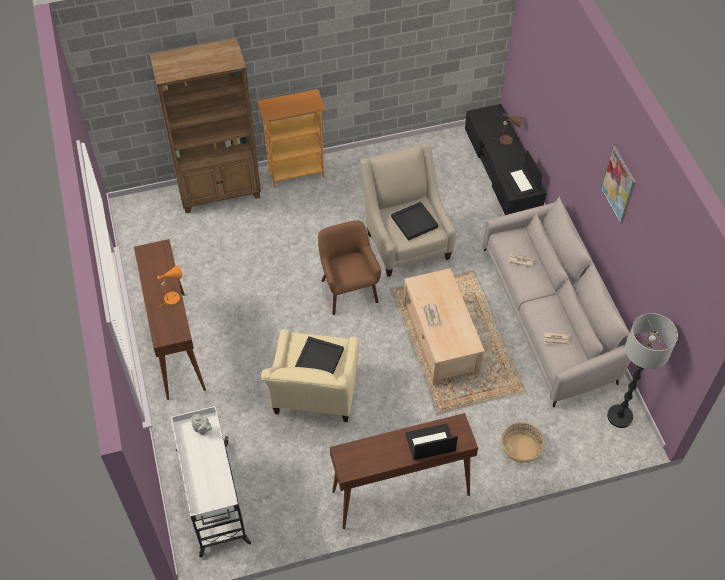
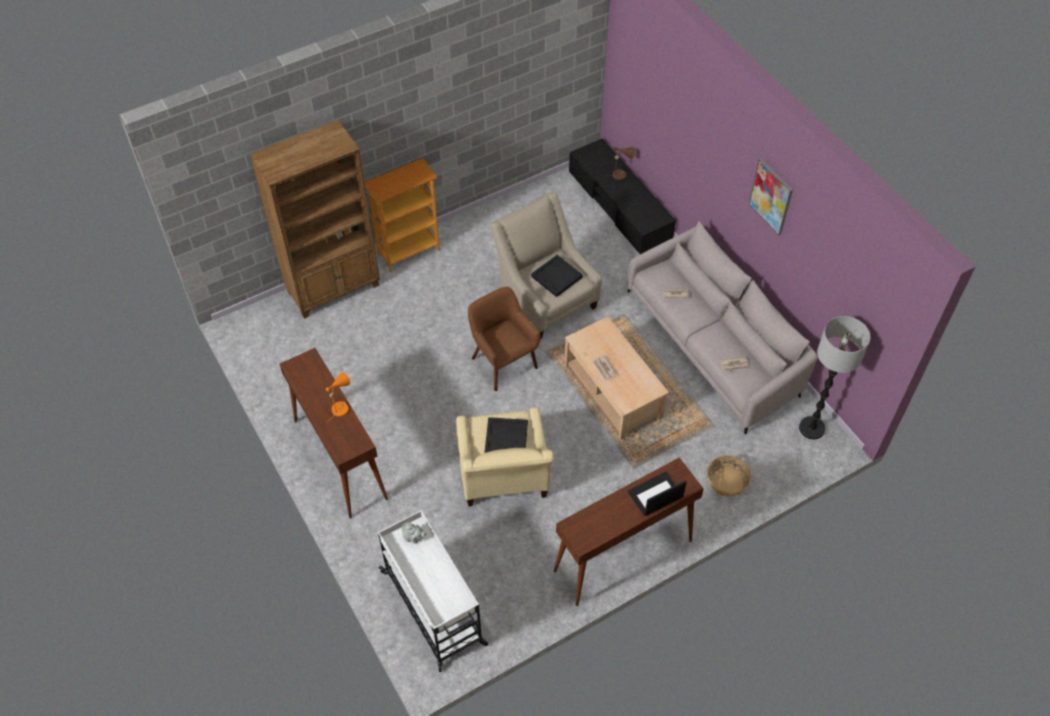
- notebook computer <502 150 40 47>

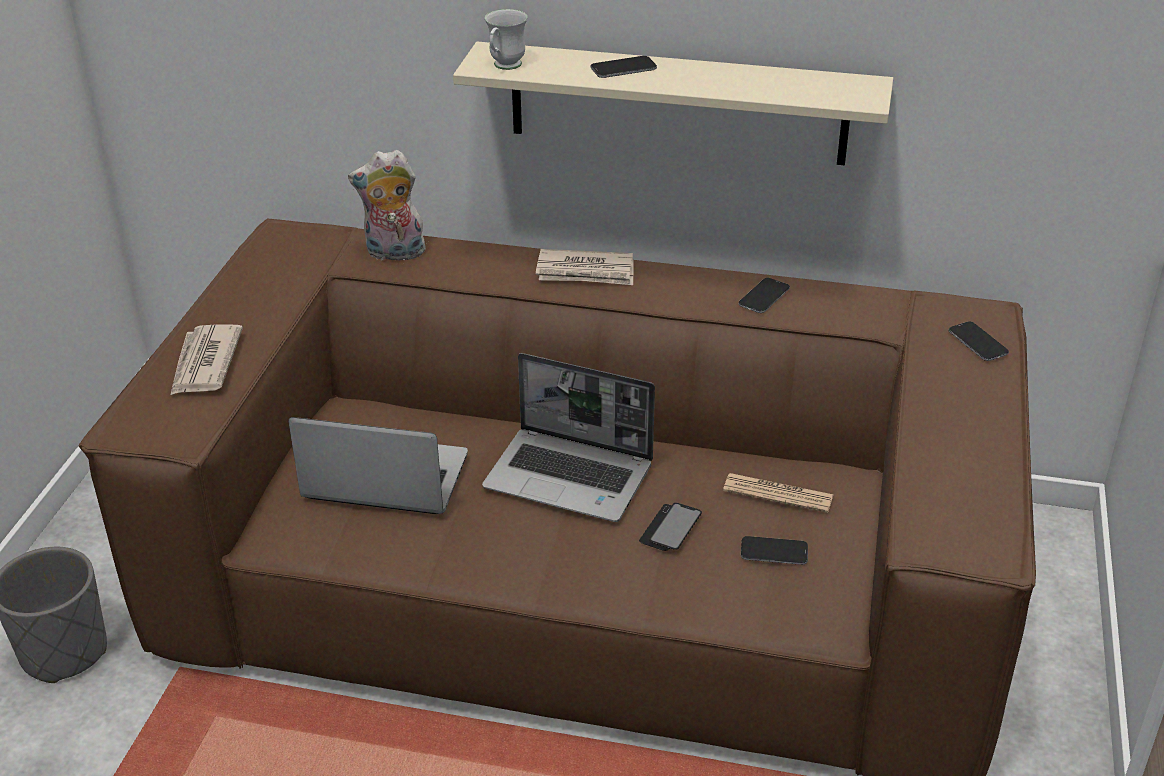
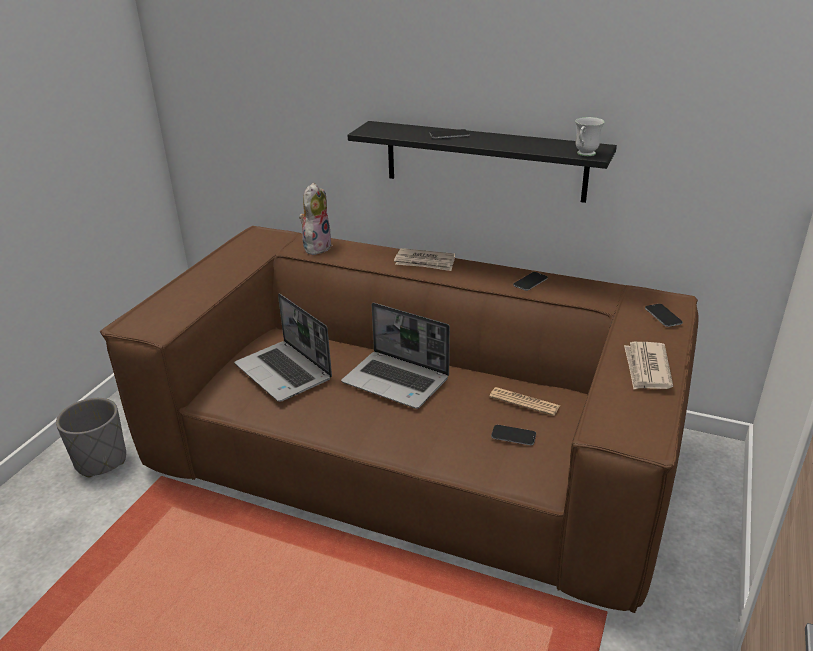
- phone <639 503 63 48>
~ daily paper <170 324 73 72> to <624 342 49 47>
~ tea mug/white-coloured <485 9 43 61> to <575 117 29 39>
~ bracket shelf/sand-coloured <453 42 440 124> to bracket shelf/black <348 121 269 82>
~ notebook computer <288 417 180 97> = <234 293 98 109> 150 degrees counterclockwise
~ plush toy <348 150 79 111> = <299 182 33 73> 105 degrees clockwise

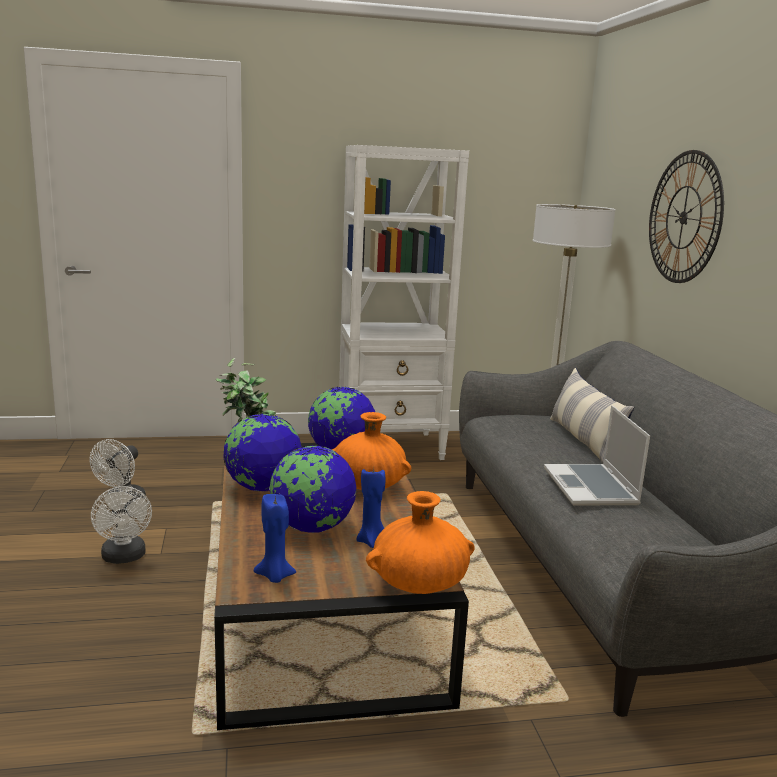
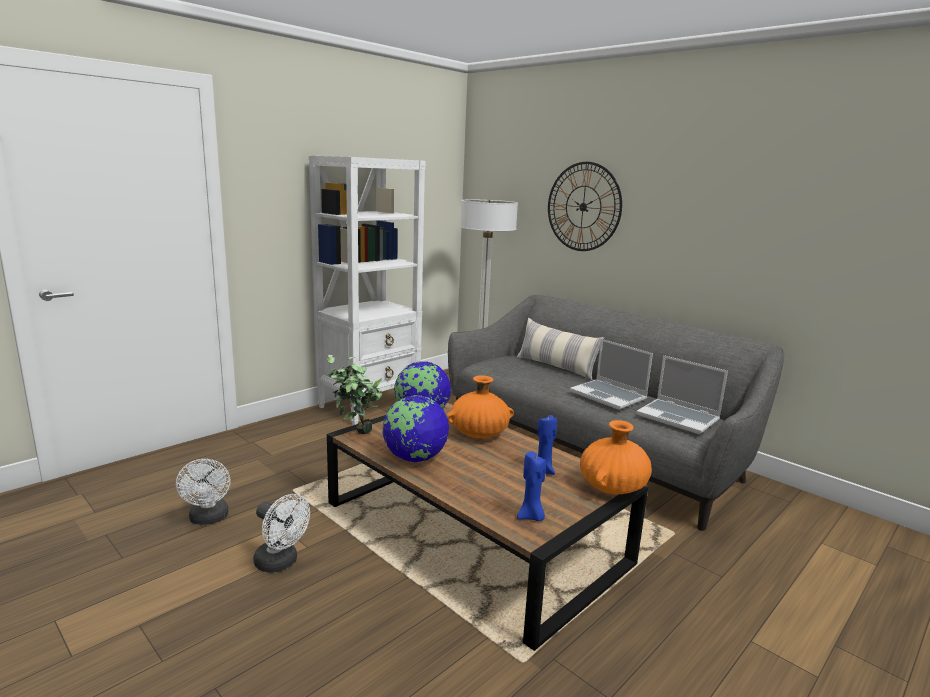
- world globe <269 446 88 87>
+ notebook computer <636 355 92 79>

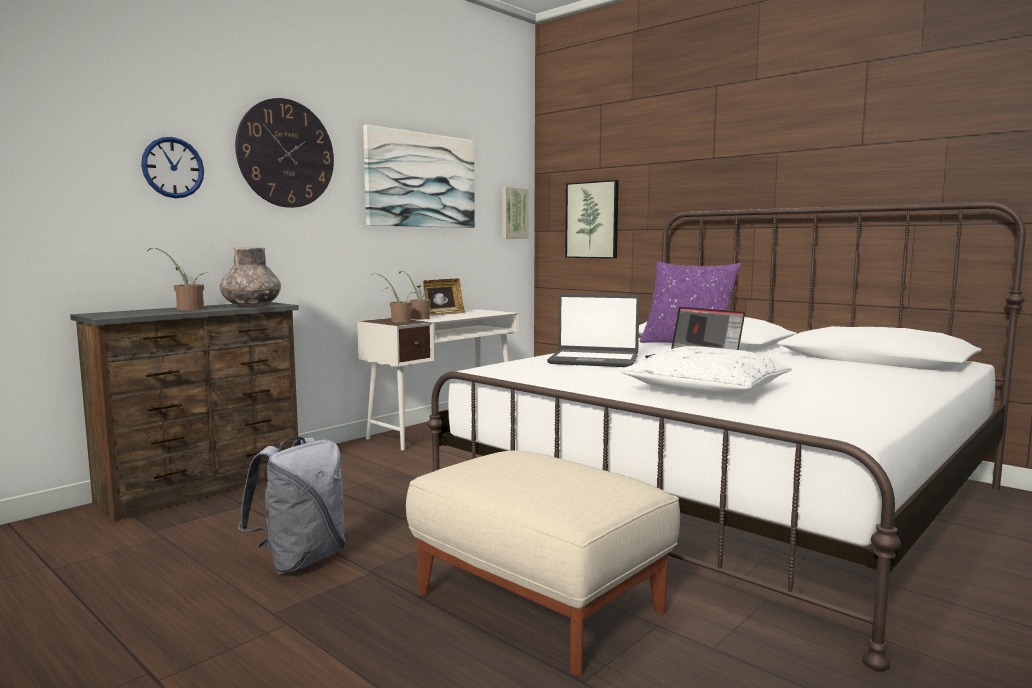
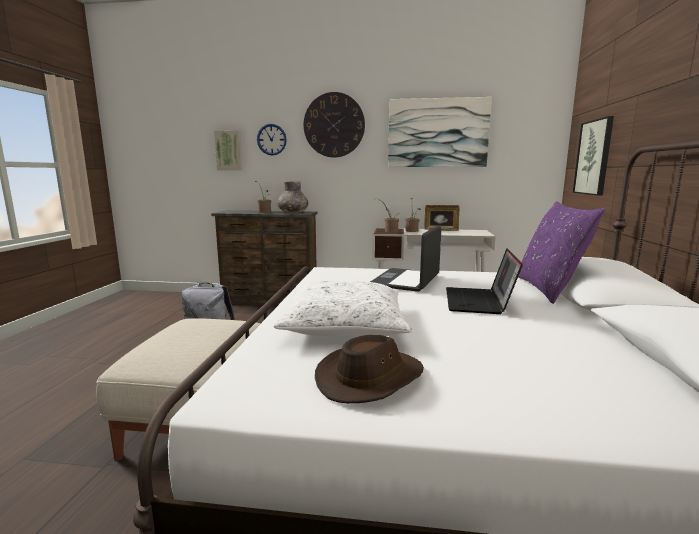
+ hat/brown <315 335 109 69>
~ picture <502 187 27 52> to <214 130 29 41>
~ notebook computer <547 294 93 73> = <370 225 71 67> 45 degrees clockwise

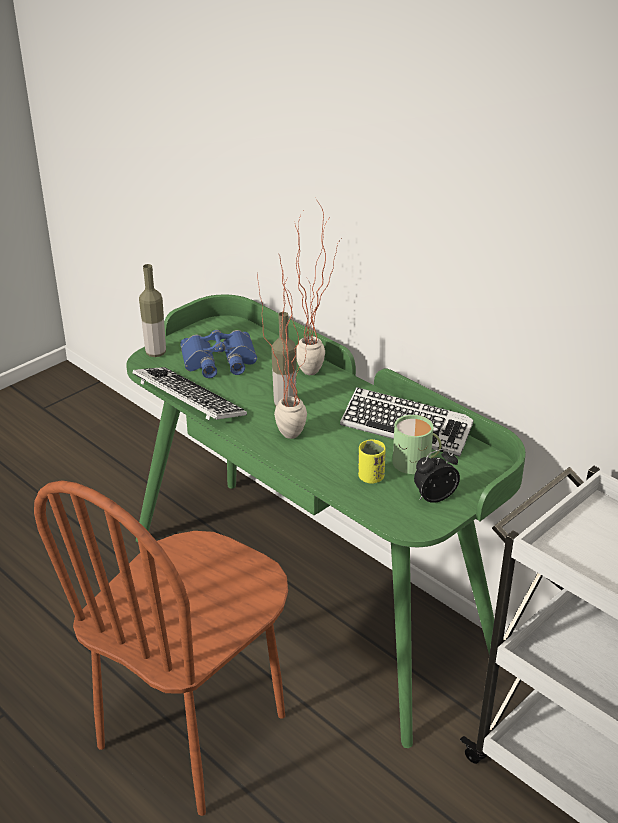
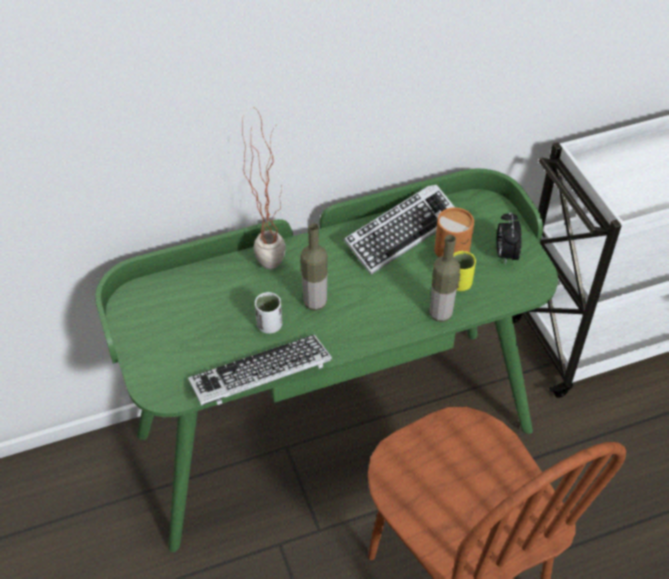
- binoculars/blue-coloured <180 330 77 48>
- plant in a pot <257 253 53 186>
+ small cup/white-coloured <255 292 27 42>
~ beverage bottle <139 264 27 93> to <429 235 31 87>
~ tea mug/greenish <392 415 50 59> to tea mug/orange-coloured <434 207 40 50>

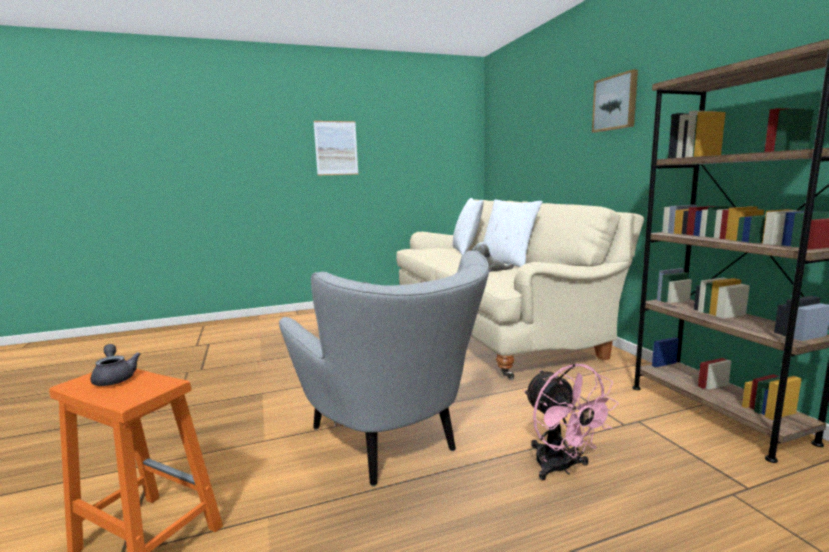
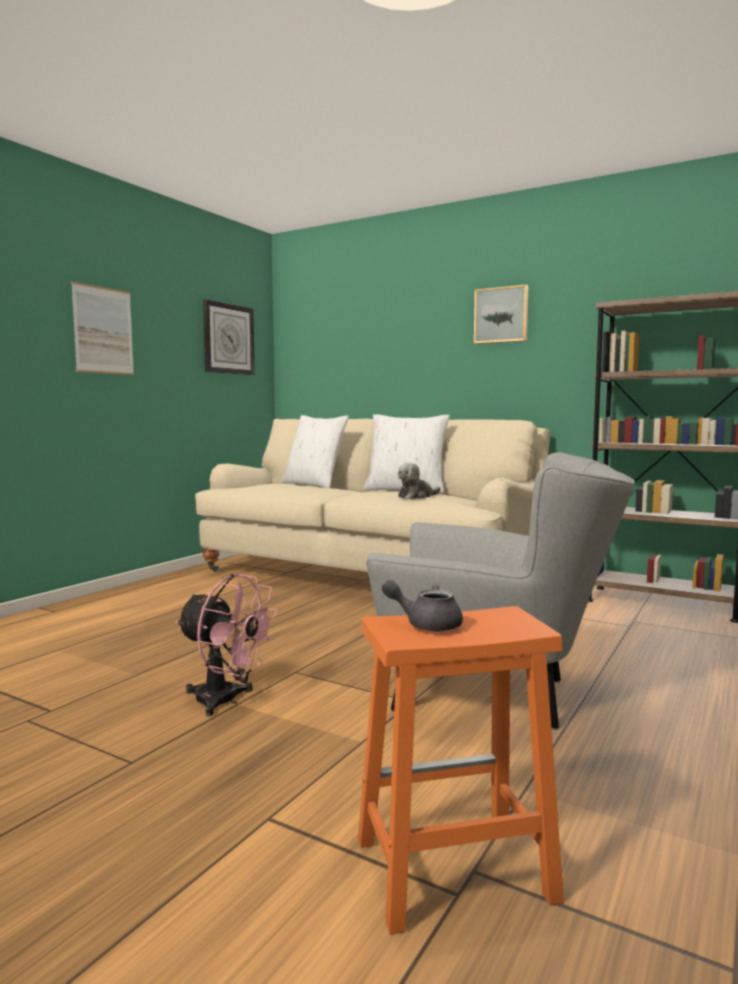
+ hanging clock <203 299 52 76>
~ fan/pink <524 363 95 117> to <176 574 102 142>

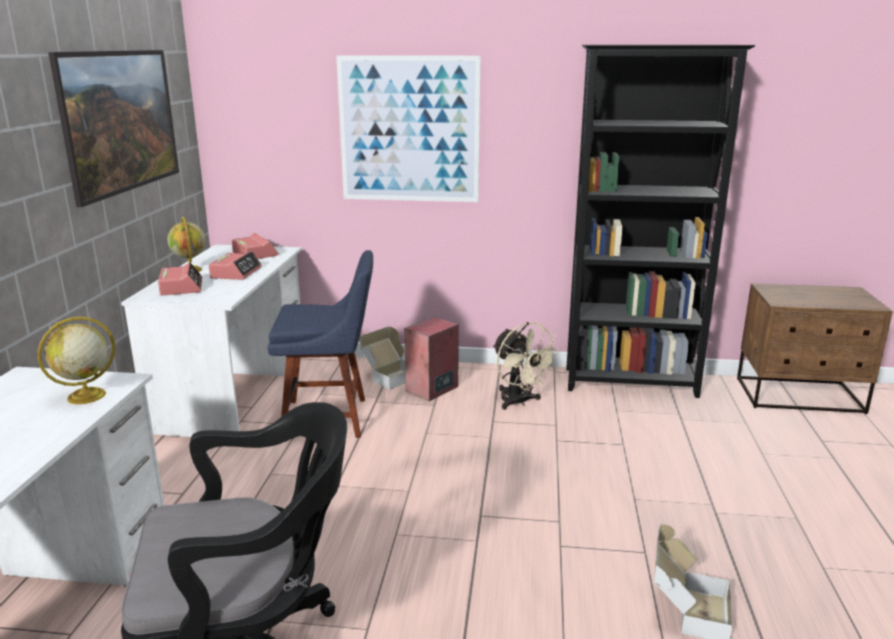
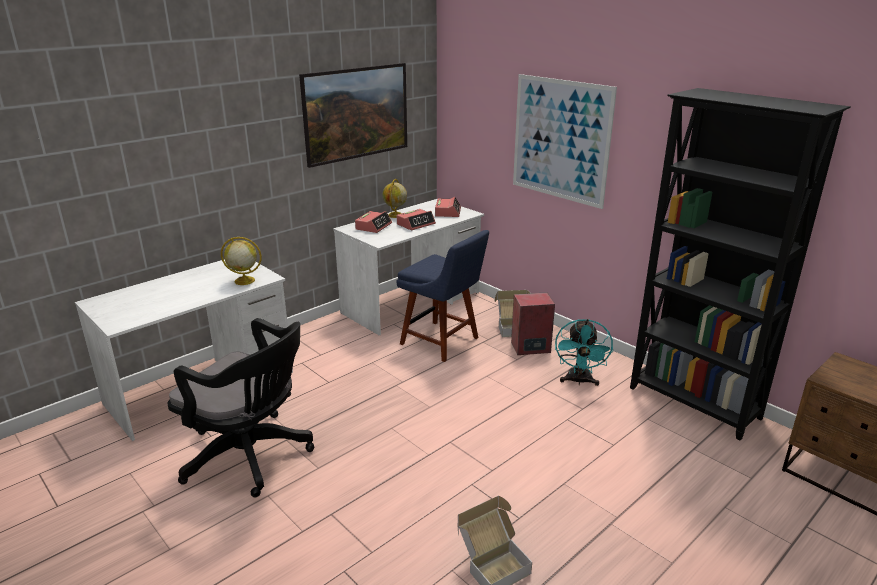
~ fan/sand-coloured <493 322 68 88> to fan/turquoise-coloured <555 319 58 67>

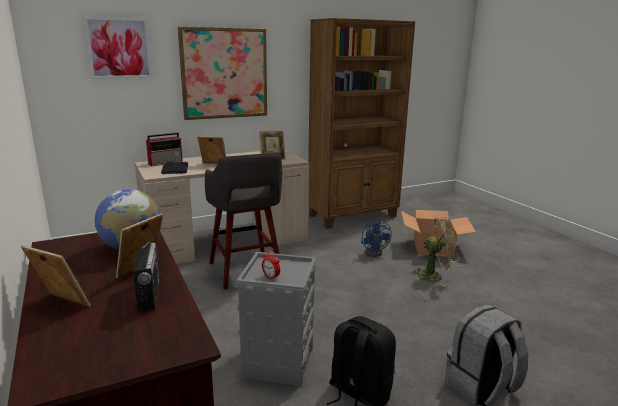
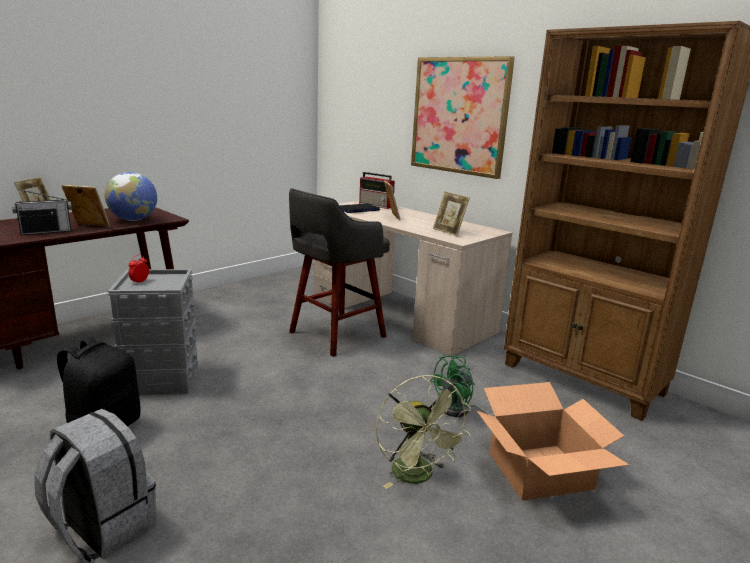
- picture <84 17 68 62>
~ fan/blue-coloured <361 218 31 39> to fan/greenish <429 355 65 62>

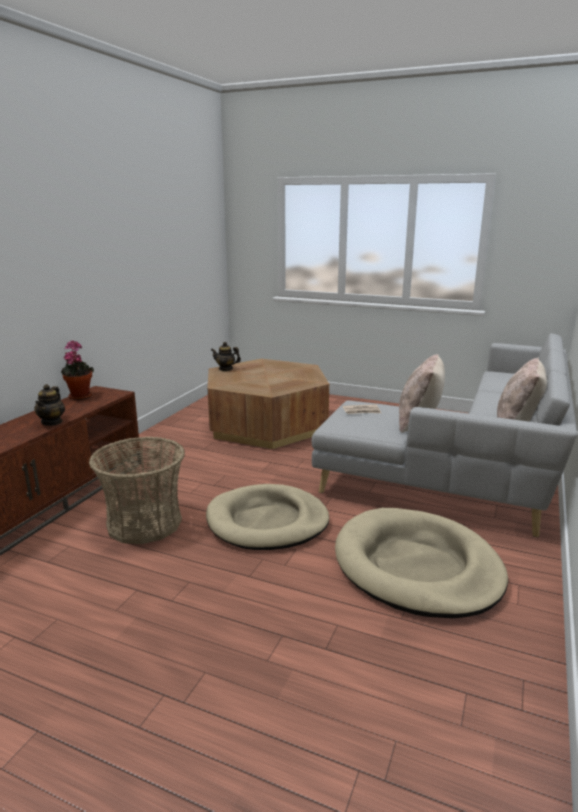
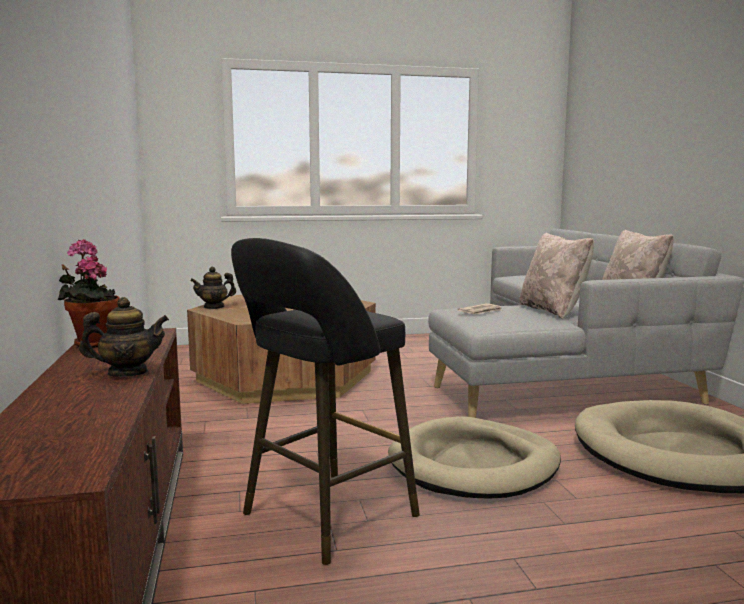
~ storage basket <89 437 96 107> to sitting stool/black <231 238 189 327>
~ teapot <34 384 31 42> = <79 297 90 80> 75 degrees counterclockwise

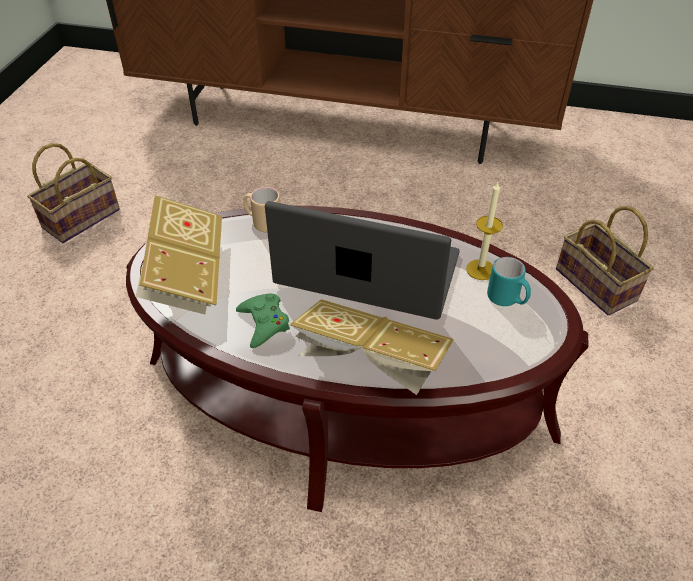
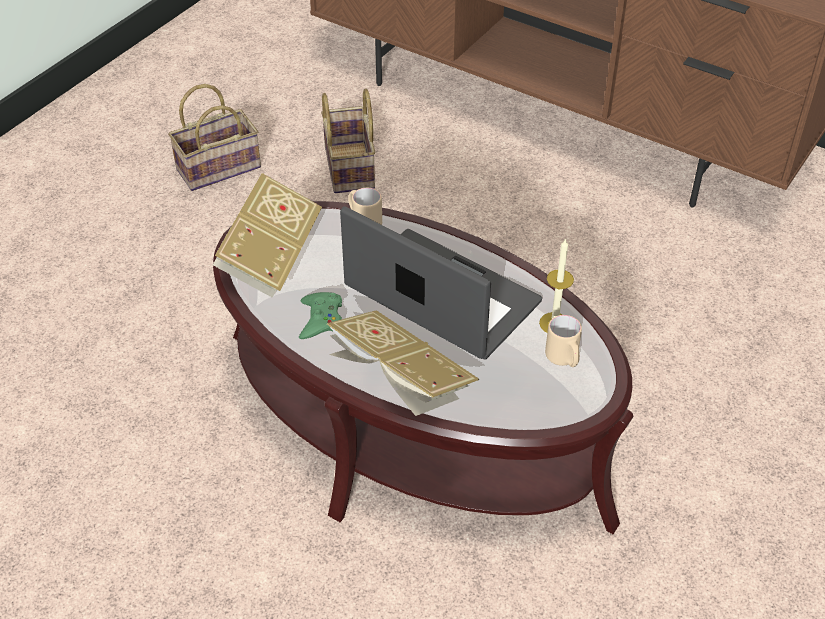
~ storage basket <556 206 97 109> to <321 89 54 104>
~ tea mug/turquoise-coloured <487 257 44 49> to tea mug/sand-coloured <545 315 37 52>

